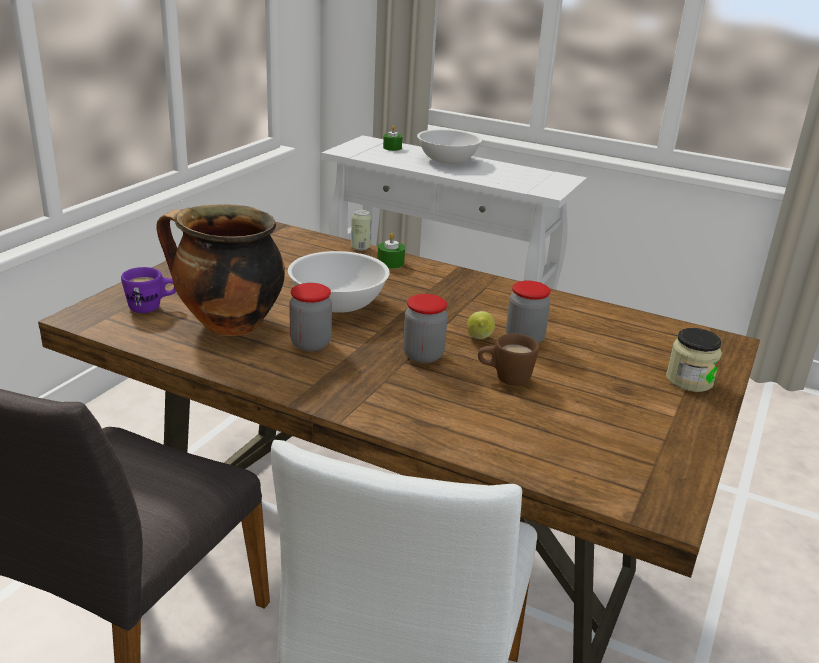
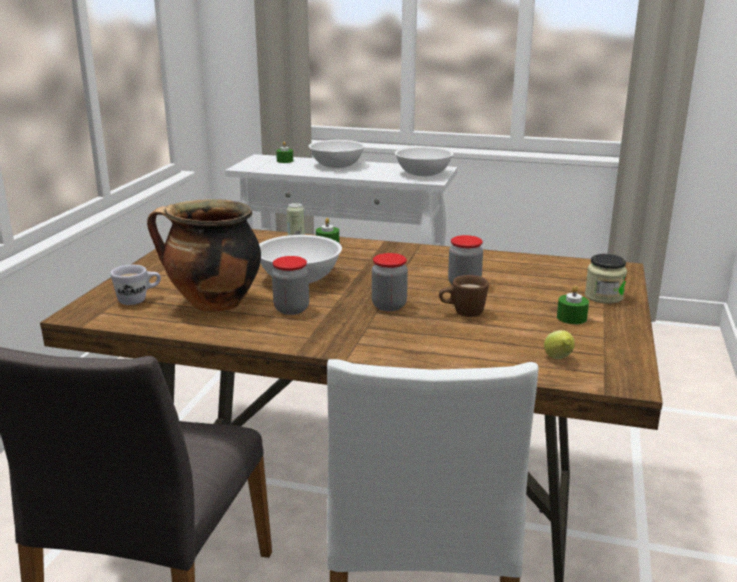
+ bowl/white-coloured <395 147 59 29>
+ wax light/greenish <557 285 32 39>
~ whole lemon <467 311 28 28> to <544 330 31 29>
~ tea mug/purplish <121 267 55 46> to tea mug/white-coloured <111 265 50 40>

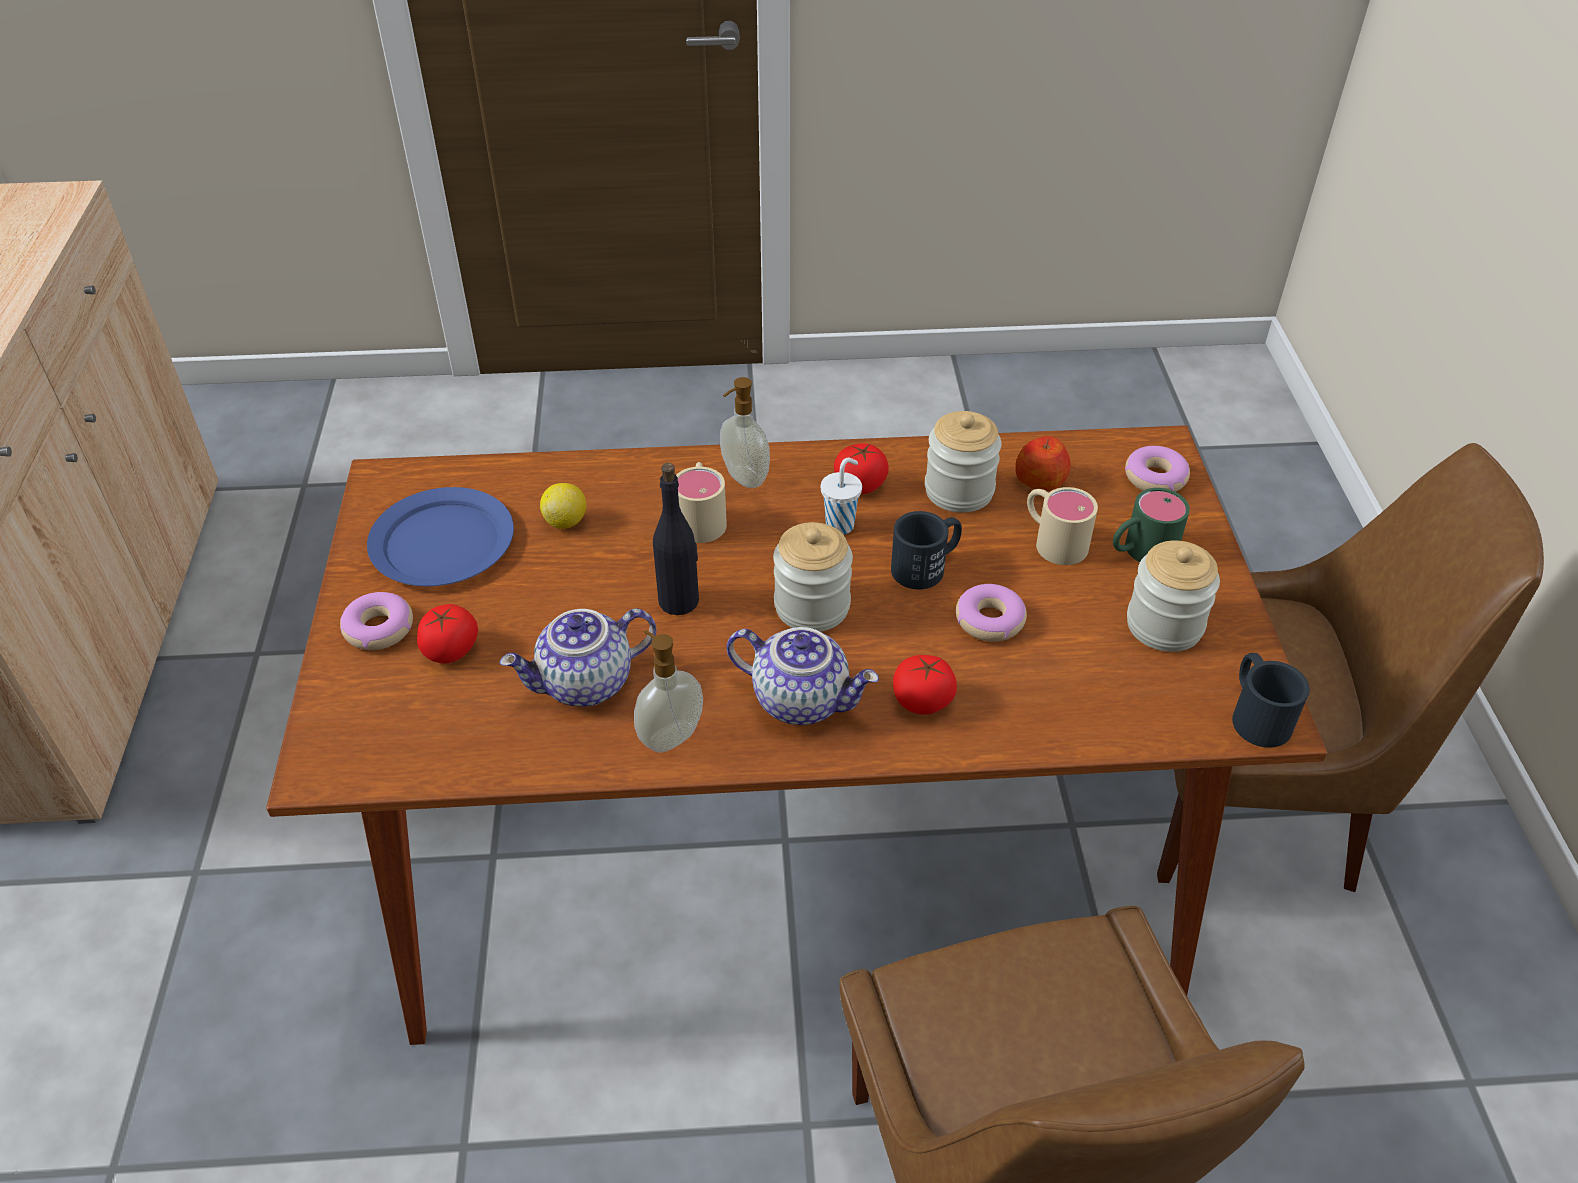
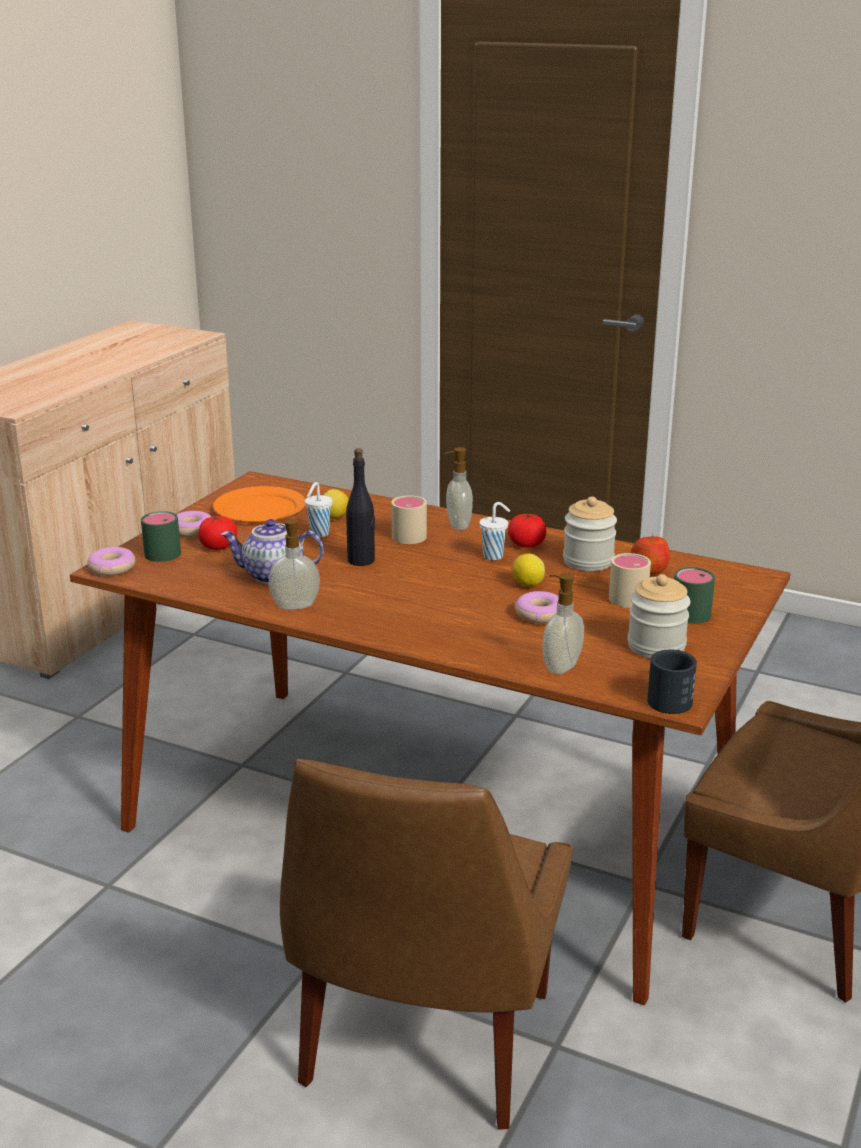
- teapot <726 627 153 98>
- preserve jar <773 522 80 110>
- whole tomato <893 655 64 60>
+ tea mug/greenish <141 511 40 51>
+ small cup/white-coloured <305 482 27 55>
+ soap dispenser <543 573 41 101>
~ donut <1125 446 65 46> to <87 547 49 29>
~ tea mug/black <891 511 71 79> to whole lemon <512 553 33 34>
~ plate/blue-coloured <367 487 147 99> to plate/orange-coloured <213 486 92 37>

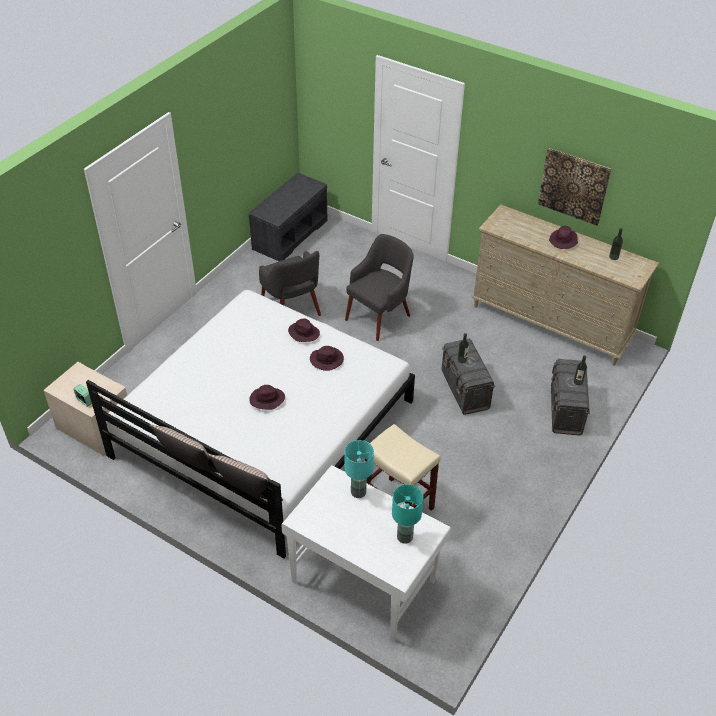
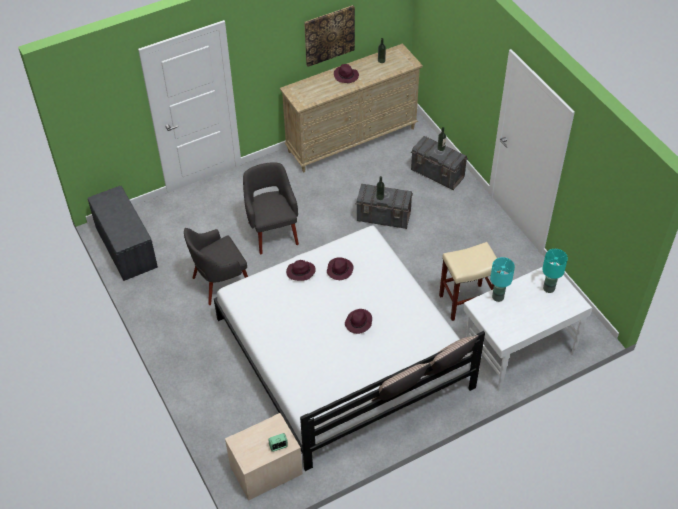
~ easy chair/greyish <259 251 62 65> = <184 228 64 77> 150 degrees clockwise

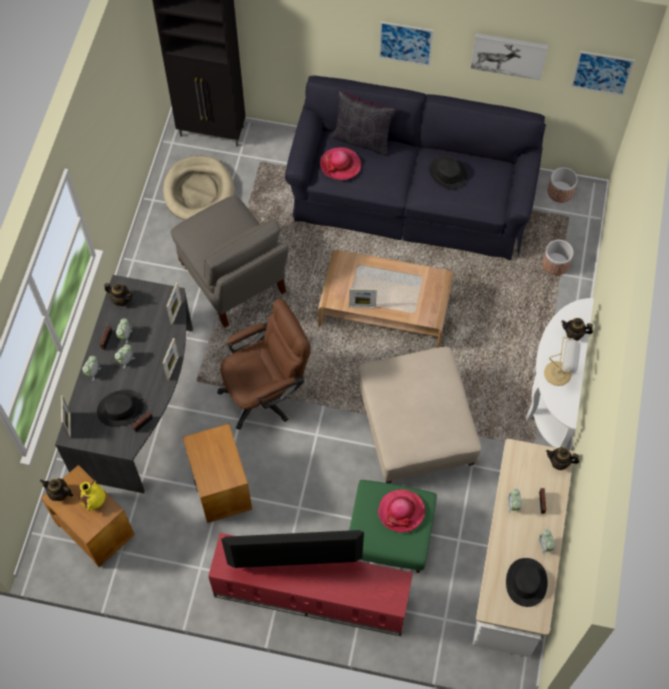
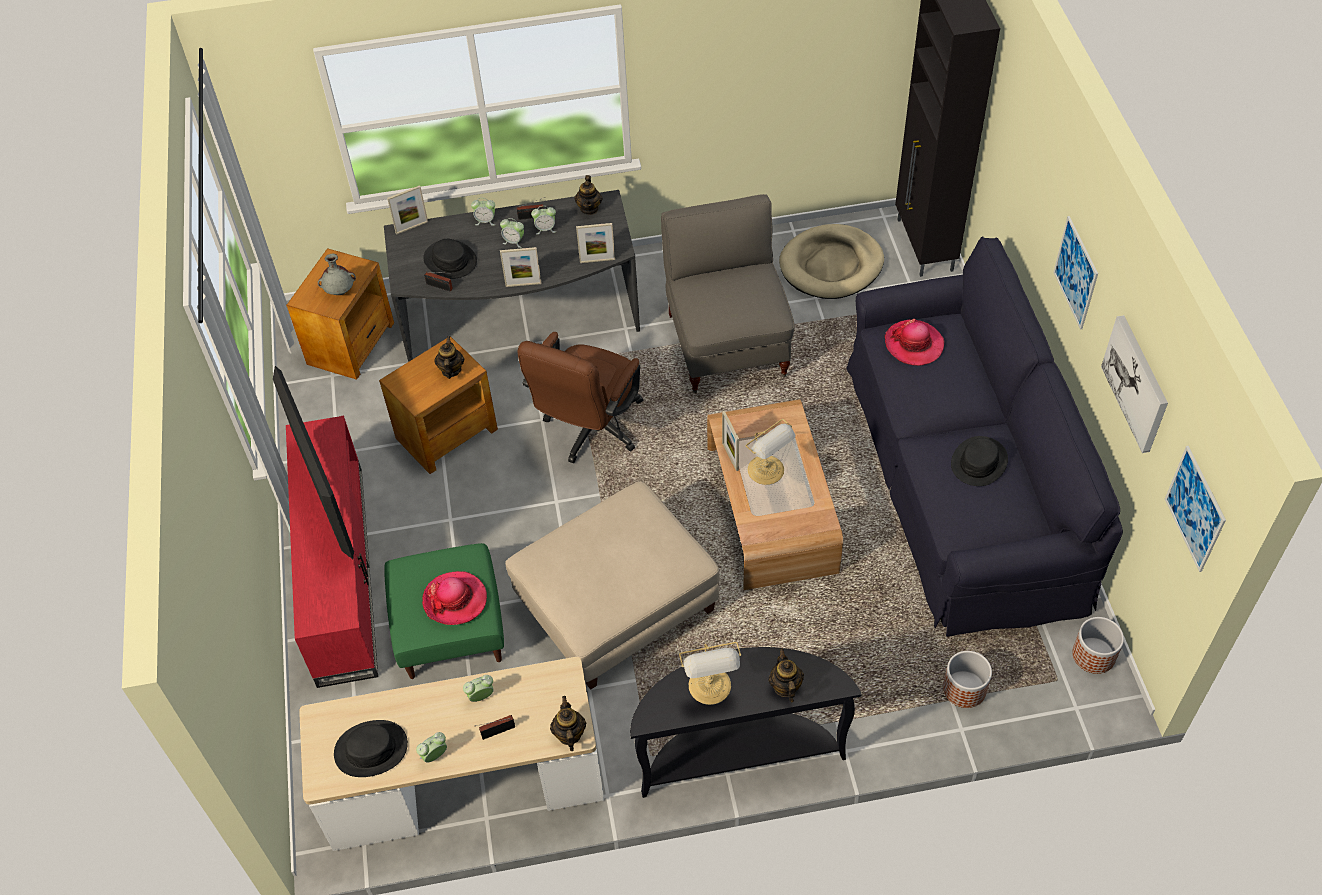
- cushion/black <331 91 65 65>
+ lamp for a table <745 419 51 66>
~ teapot <40 478 34 23> to <434 336 30 43>
~ decorative vase/yellowish <79 481 27 30> to decorative vase/greyish <318 254 38 41>
~ hall table/white-coloured <525 298 69 150> to hall table/black <630 647 232 151>
~ easy chair/greyish <171 196 118 132> = <661 194 134 199> 135 degrees clockwise
~ office chair/brown <217 299 93 131> = <518 332 125 132> 75 degrees clockwise

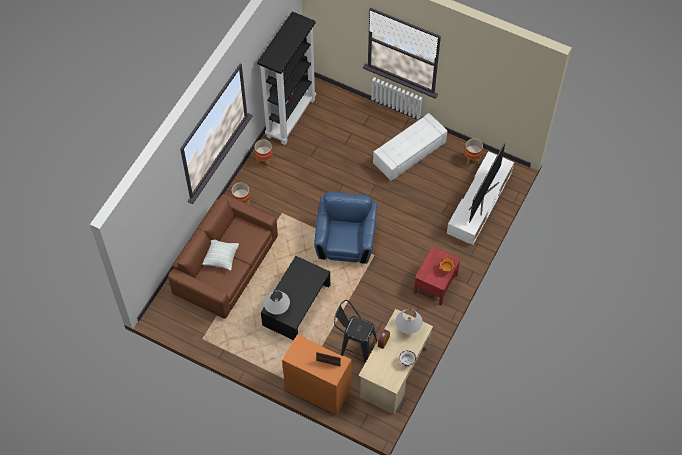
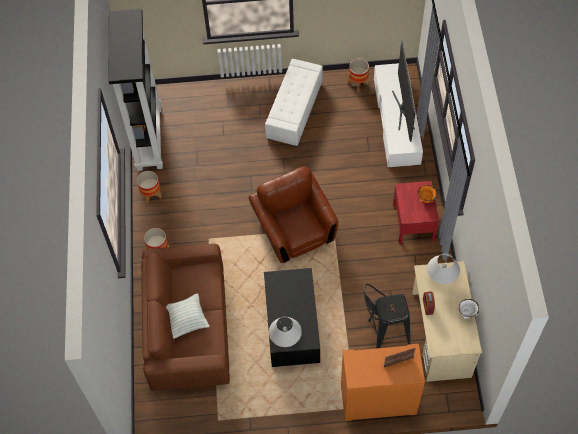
~ easy chair/blue-coloured <314 192 63 72> to easy chair/brown <249 167 89 96>

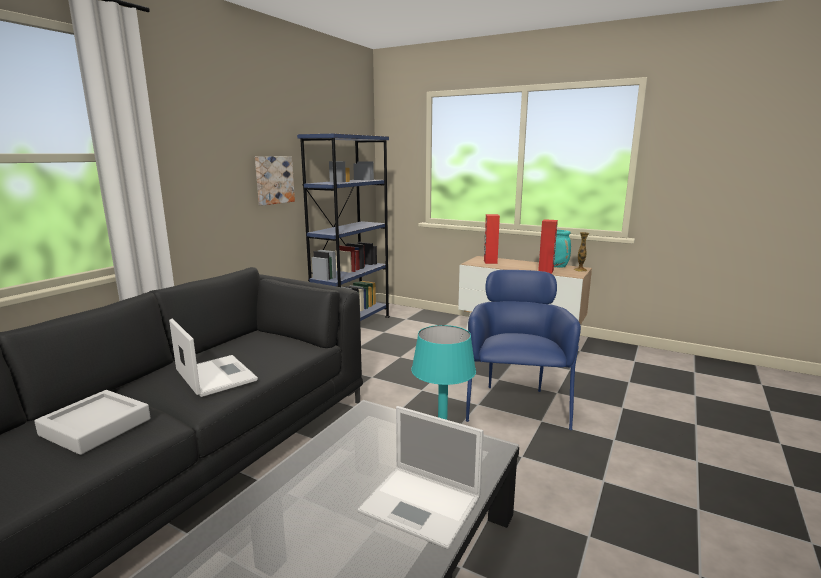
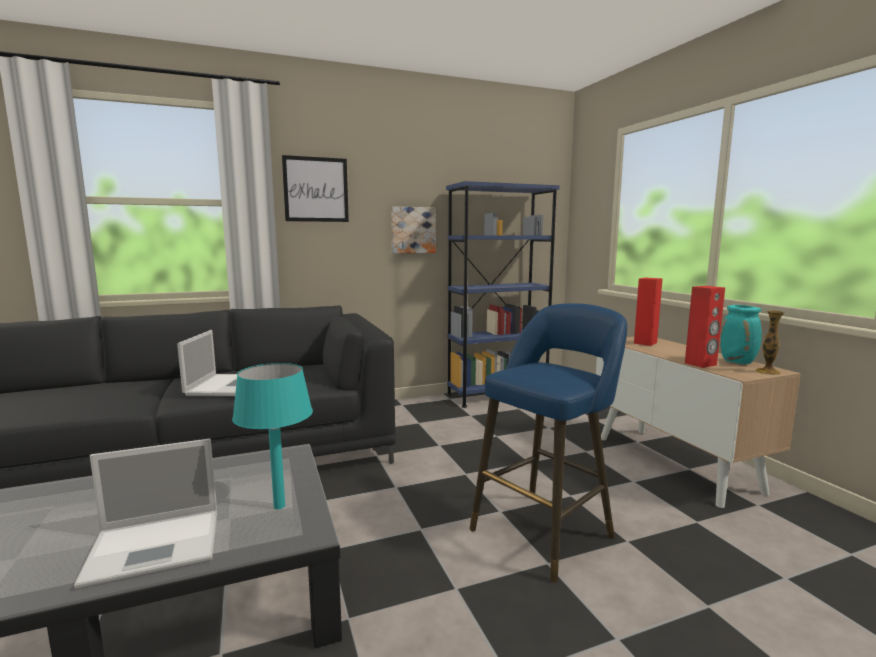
- tray/greyish <34 390 117 65>
+ picture <282 155 67 67>
~ easy chair/blue-coloured <466 270 115 160> to sitting stool/blue-coloured <470 303 157 280>
~ notebook computer <358 406 126 144> = <74 439 143 150> 90 degrees counterclockwise

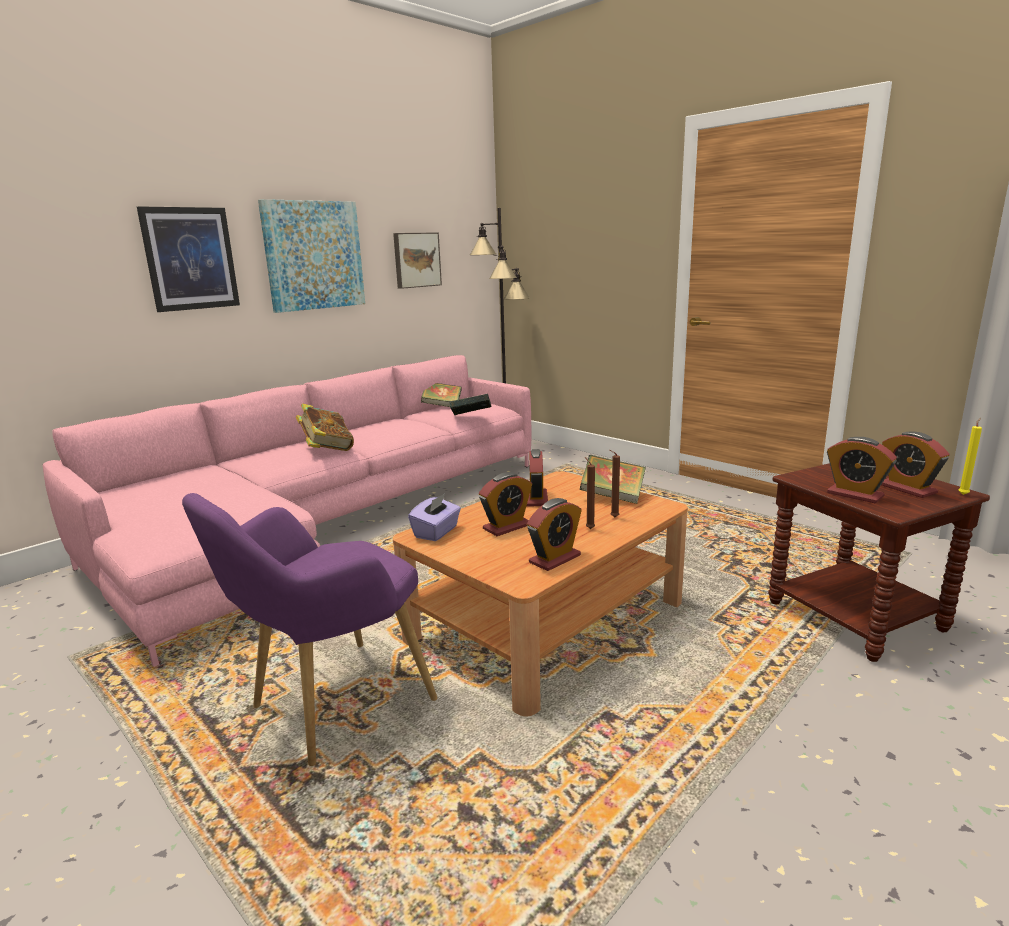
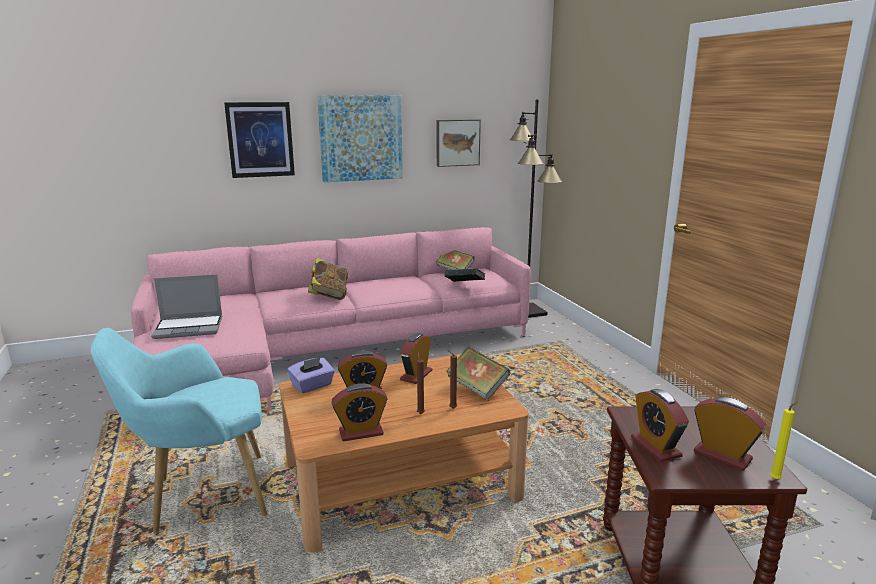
+ notebook computer <151 274 71 65>
~ easy chair/purplish <182 493 255 273> to easy chair/turquoise-coloured <91 328 176 206>
~ table clock <881 431 68 67> = <694 397 72 74> 135 degrees clockwise

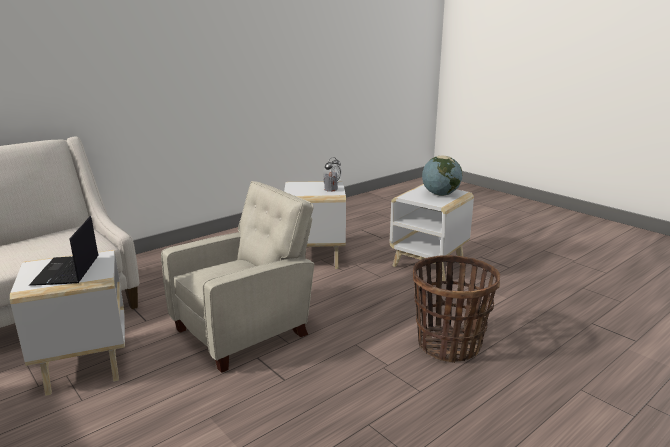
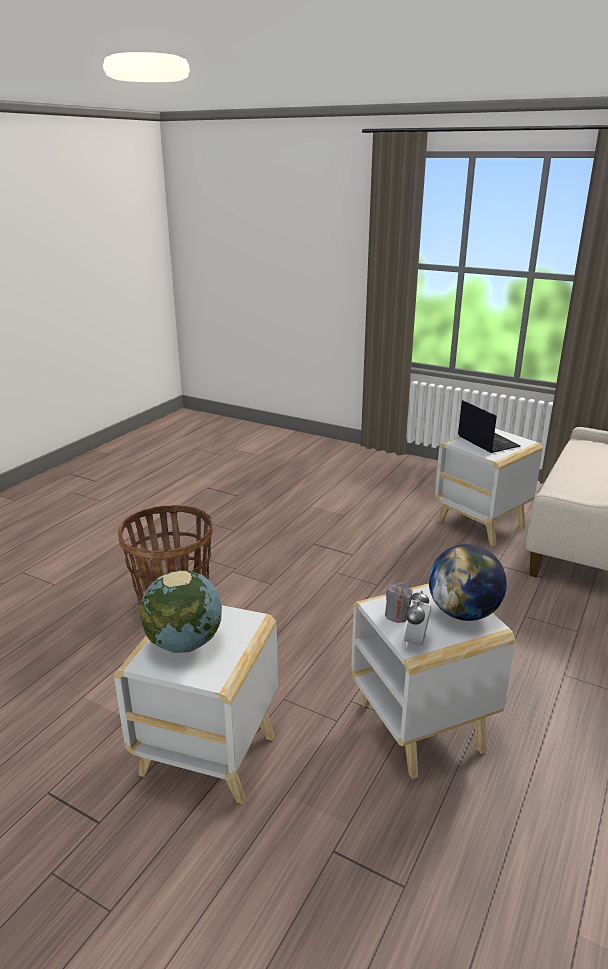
- easy chair/sand-coloured <161 181 153 192>
+ world globe <429 544 78 77>

